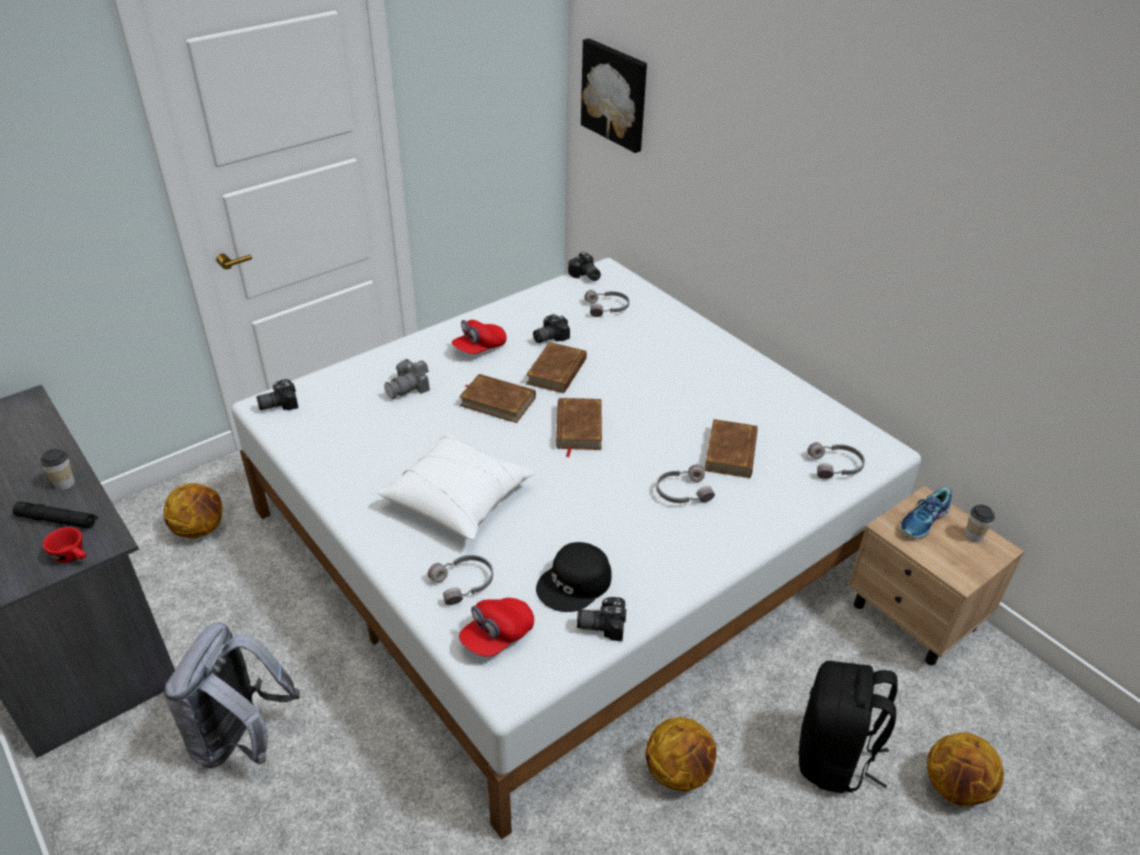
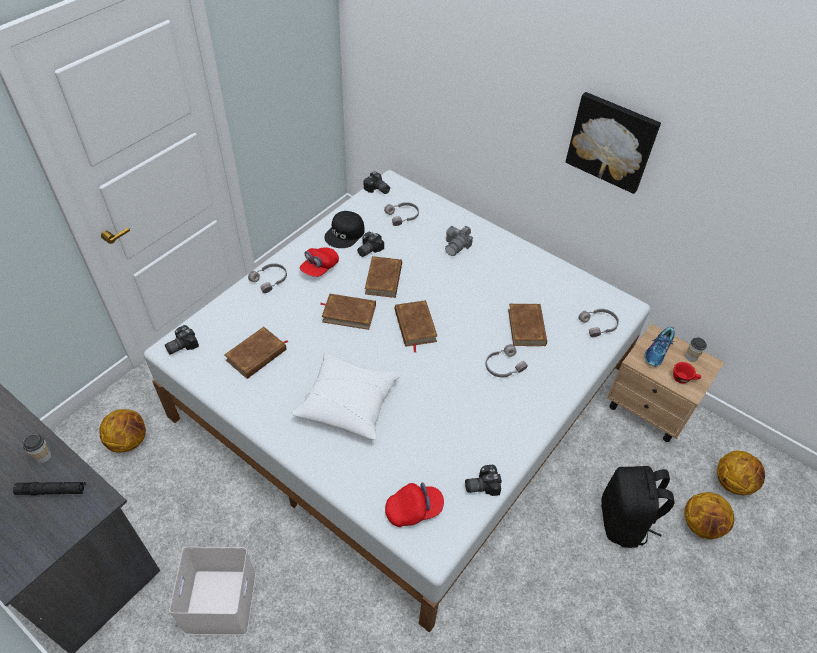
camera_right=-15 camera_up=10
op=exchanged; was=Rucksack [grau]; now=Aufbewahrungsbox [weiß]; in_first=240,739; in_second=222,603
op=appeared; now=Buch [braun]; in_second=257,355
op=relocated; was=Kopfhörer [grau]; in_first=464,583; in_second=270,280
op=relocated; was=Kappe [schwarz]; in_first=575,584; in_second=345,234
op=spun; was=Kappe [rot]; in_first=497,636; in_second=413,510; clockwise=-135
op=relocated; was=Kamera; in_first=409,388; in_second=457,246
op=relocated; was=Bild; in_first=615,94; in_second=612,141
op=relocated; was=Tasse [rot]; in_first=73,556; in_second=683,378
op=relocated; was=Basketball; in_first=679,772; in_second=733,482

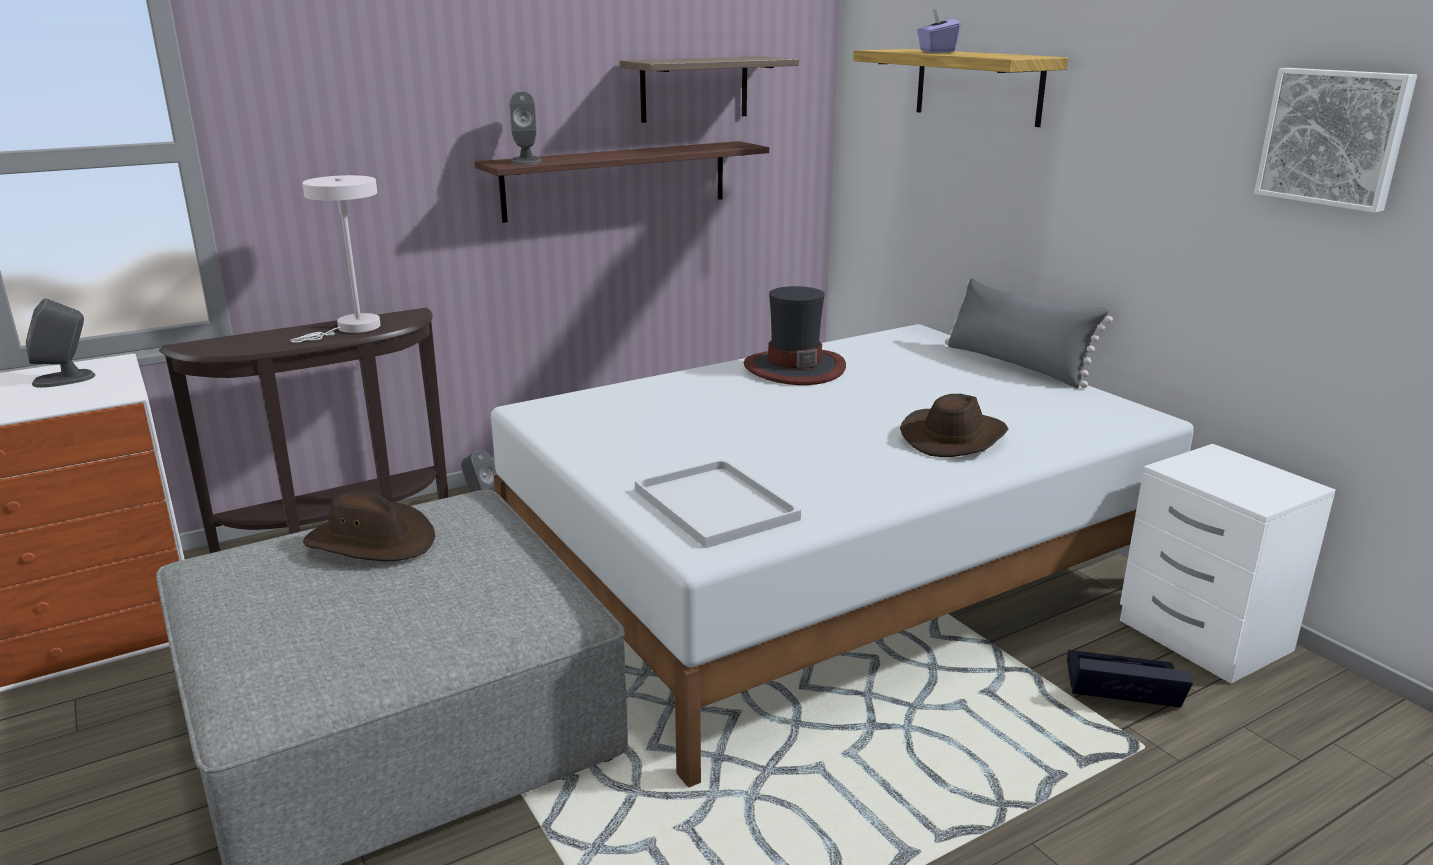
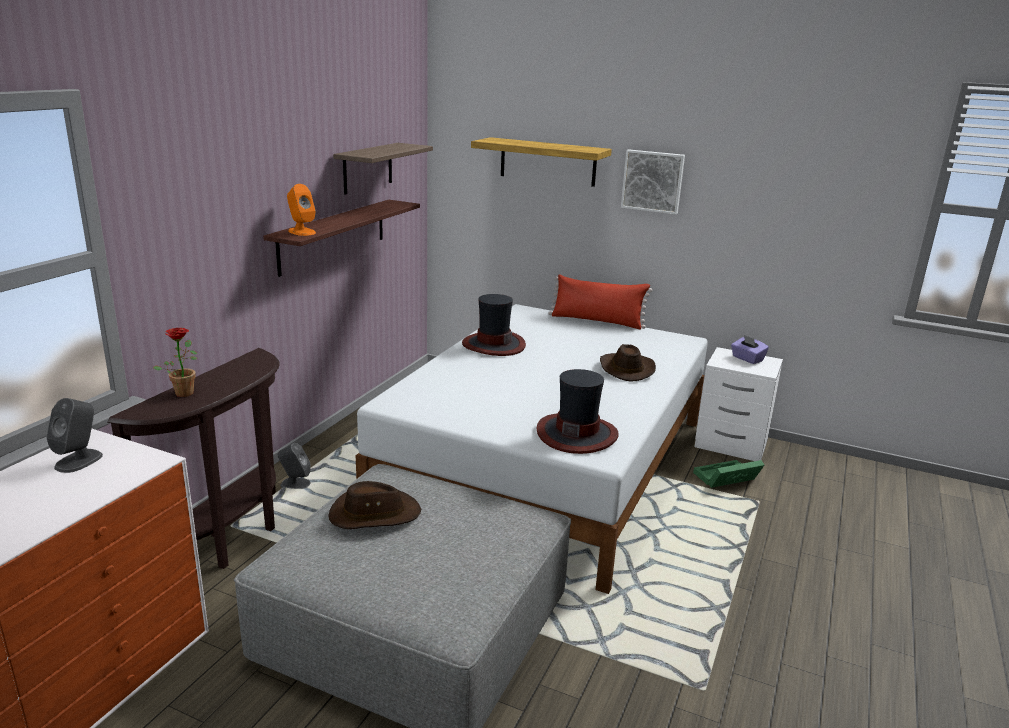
camera_right=-35 camera_up=0
op=appeared; now=Topfpflanze; in_second=184,391
op=colour; was=Lautsprecher [grau]; now=Lautsprecher [orange]; in_first=526,161; in_second=301,232
op=exchanged; was=Tablett [weiß]; now=Hut; in_first=718,506; in_second=577,434
op=colour; was=Kissen [grau]; now=Kissen [rot]; in_first=1016,365; in_second=597,321
op=relocated; was=Bild; in_first=1334,137; in_second=653,181
op=colour; was=Aufbewahrungsbox [schwarz]; now=Aufbewahrungsbox [grün]; in_first=1119,689; in_second=725,479
op=relocated; was=Taschentuchbox [lila]; in_first=936,51; in_second=747,359
op=missing; was=Tischlampe [weiß]; in_first=352,329

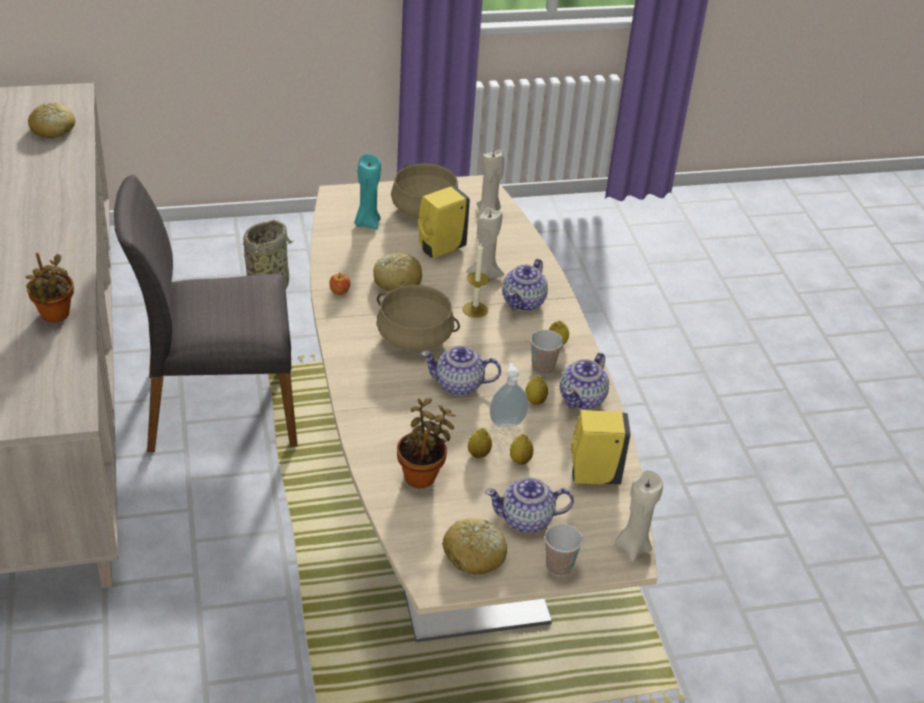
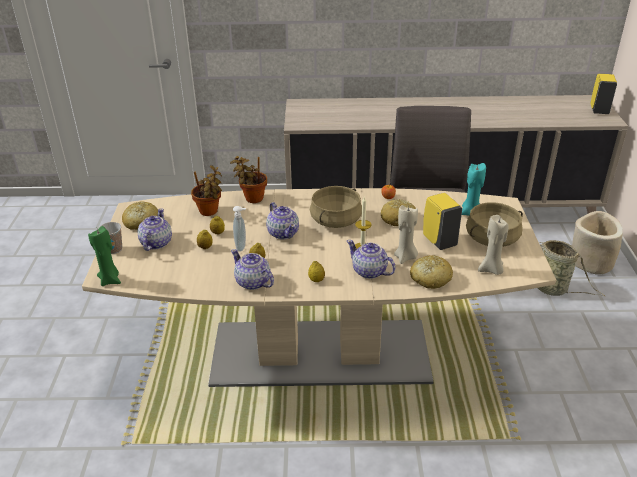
camera_right=105 camera_up=-5
op=colour; was=Kerze [beige]; now=Kerze [grün]; in_first=632,547; in_second=110,280
op=relocated; was=Topfpflanze; in_first=55,316; in_second=252,198
op=spun; was=Teekanne; in_first=459,385; in_second=283,233; clockwise=135
op=relocated; was=Brot; in_first=52,129; in_second=430,278
op=appeared; now=Pflanzkübel [beige]; in_second=591,262
op=relocated; was=Seifenspender [gelb]; in_first=592,475; in_second=599,110
op=missing; was=Tasse; in_first=543,368

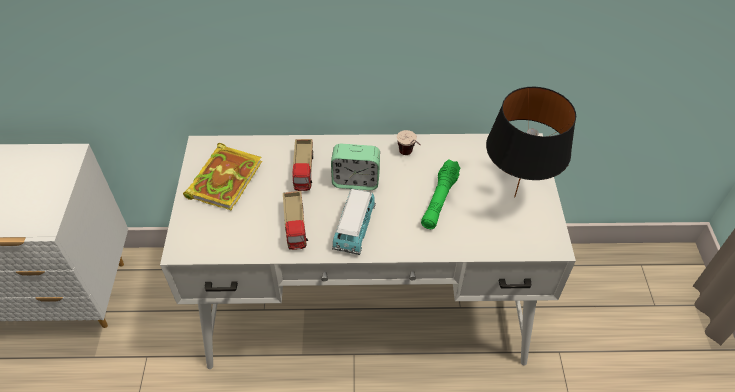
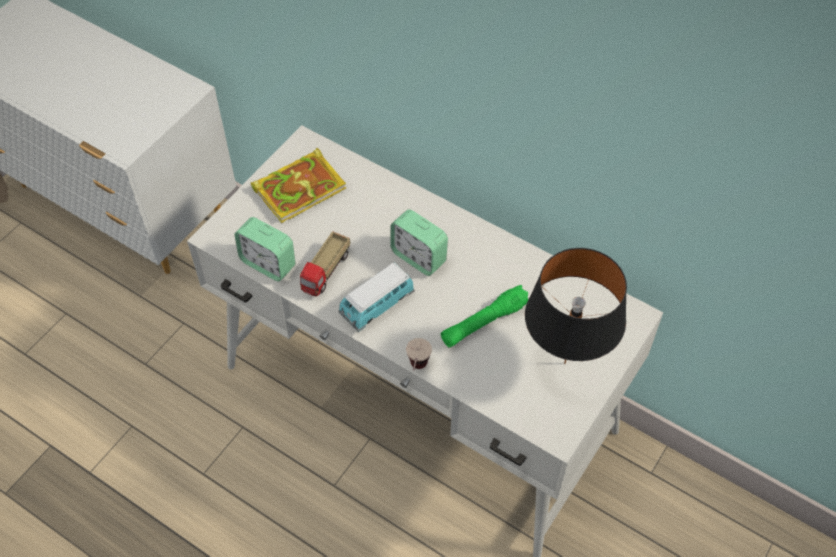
camera_right=35 camera_up=5
op=appeared; now=Wecker; in_second=268,263
op=relocated; was=Tasse; in_first=409,156; in_second=417,371
op=missing; was=Spielzeuglaster; in_first=304,172

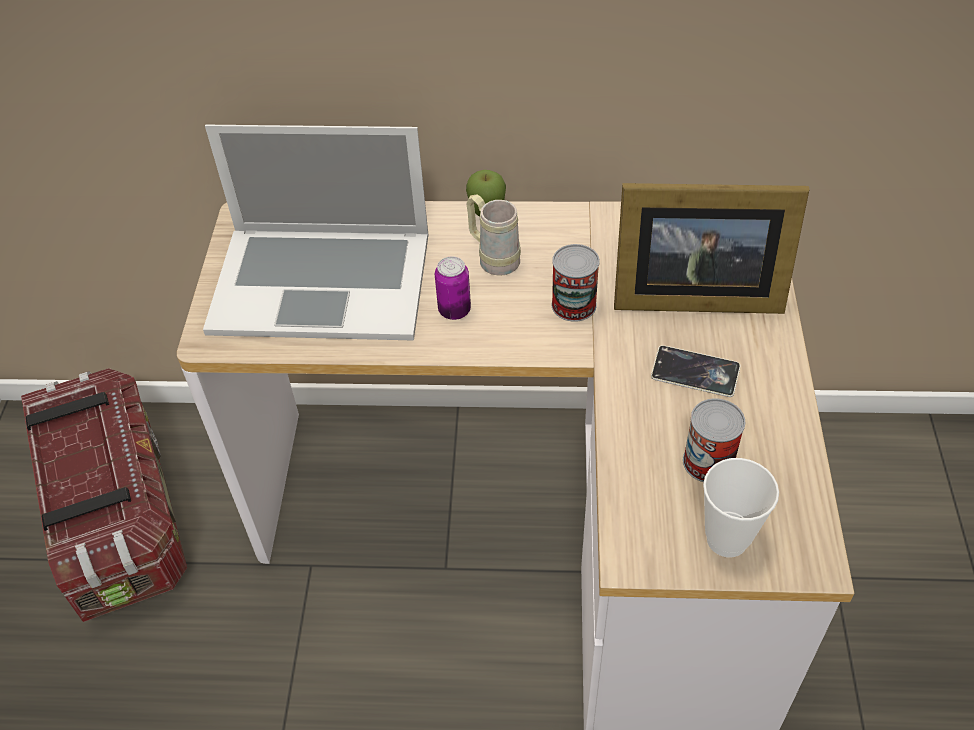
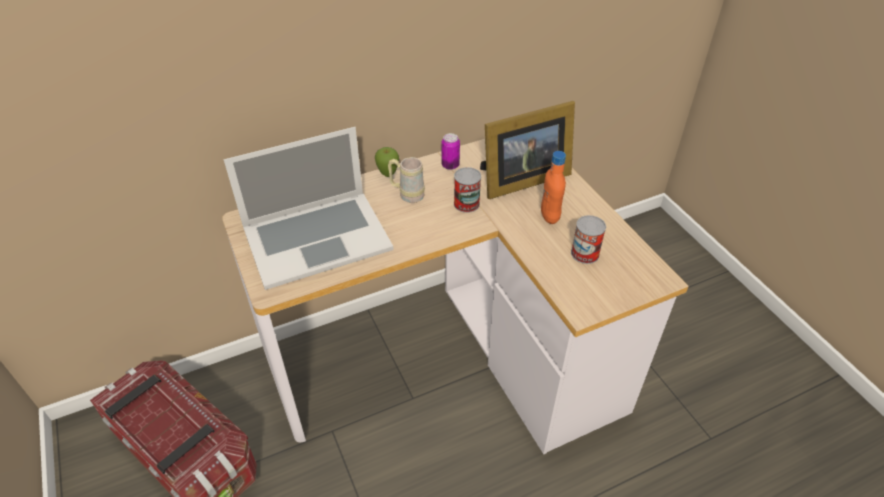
camera_right=-30 camera_up=-5
op=relocated; was=Dose; in_first=454,310; in_second=450,165
op=exchanged; was=Handy; now=Flasche [orange]; in_first=694,375; in_second=549,216
op=missing; was=Tasse; in_first=727,539

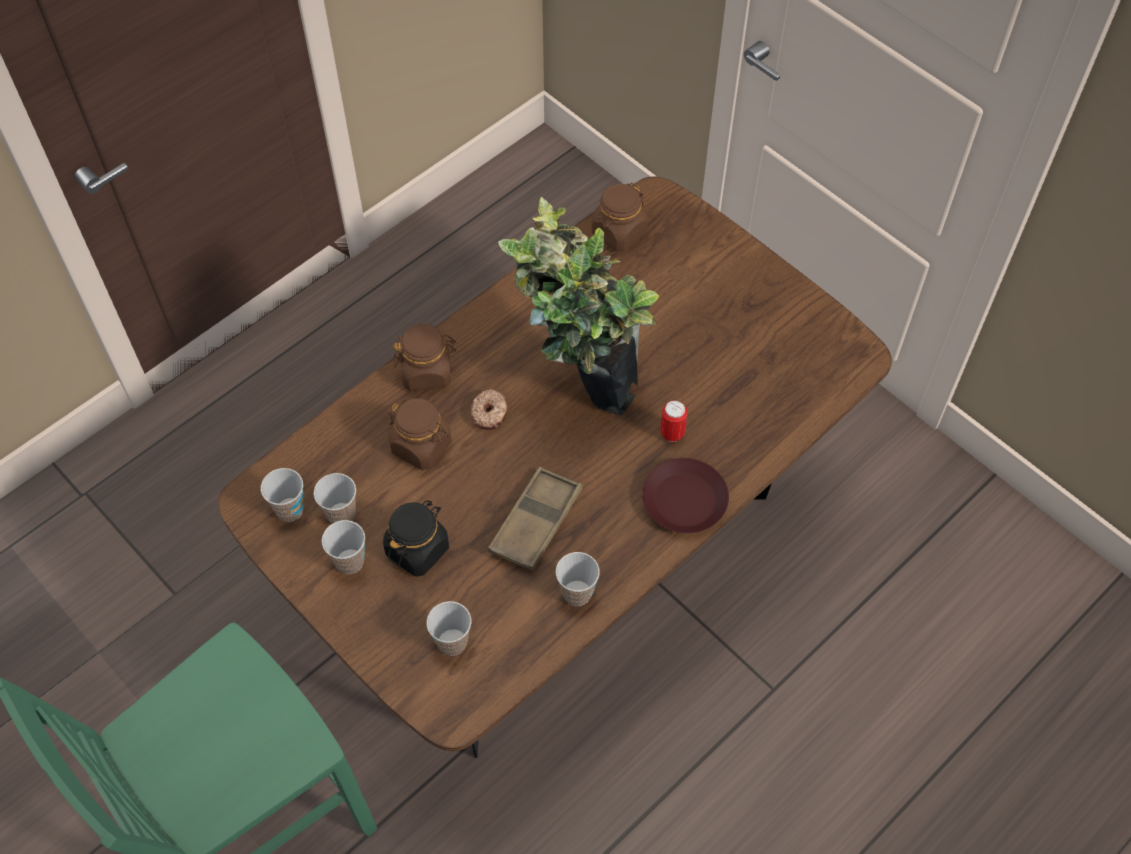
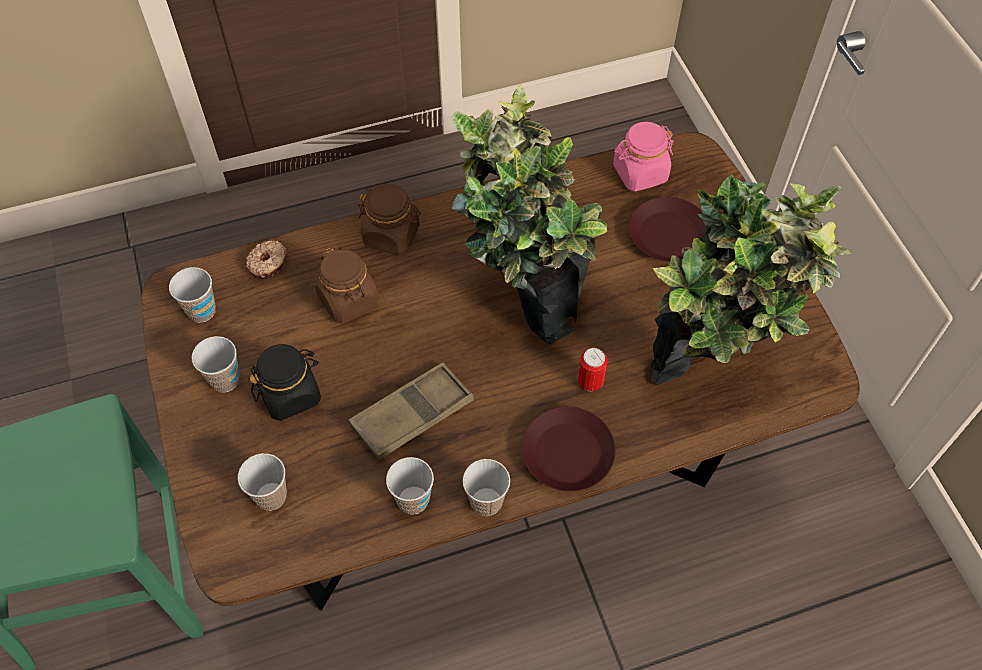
camera_right=25 camera_up=0
op=relocated; was=Donut; in_first=490,413; in_second=268,264
op=relocated; was=Tasse; in_first=341,514; in_second=486,502
op=colour; was=Vorratsglas [braun]; now=Vorratsglas [rosa]; in_first=618,233; in_second=639,173
op=appeared; now=Teller [braun]; in_second=667,235
op=appeared; now=Topfpflanze; in_second=708,368

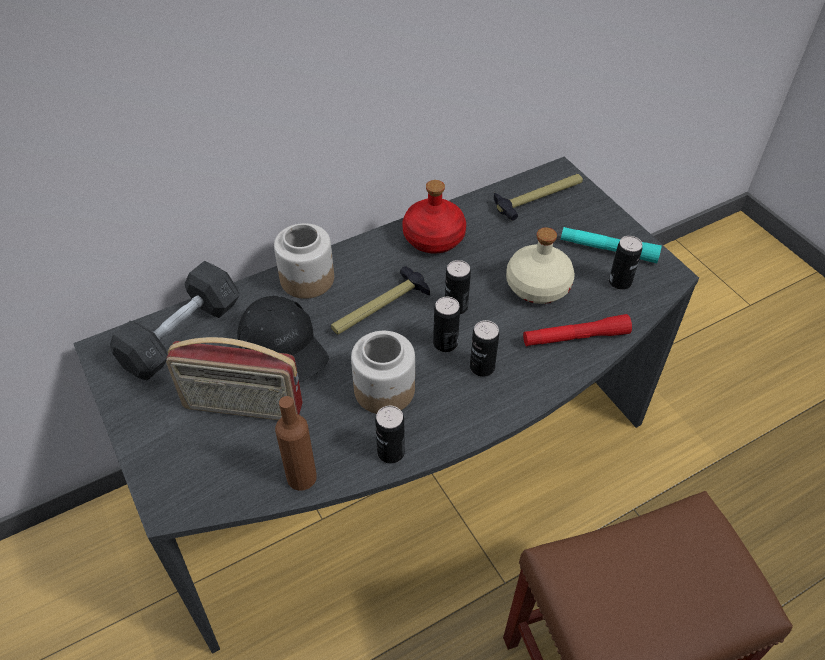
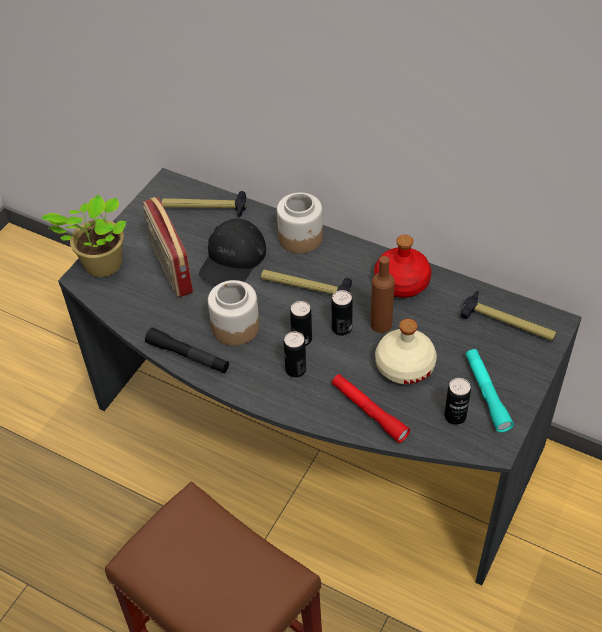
camera_right=60 camera_up=0
op=appeared; now=Topfpflanze; in_second=100,265
op=exchanged; was=Dose; now=Taschenlampe [schwarz]; in_first=391,452; in_second=188,356
op=exchanged; was=Hantel [grau]; now=Hammer; in_first=181,335; in_second=204,208
op=relocated; was=Flasche [braun]; in_first=301,477; in_second=381,324

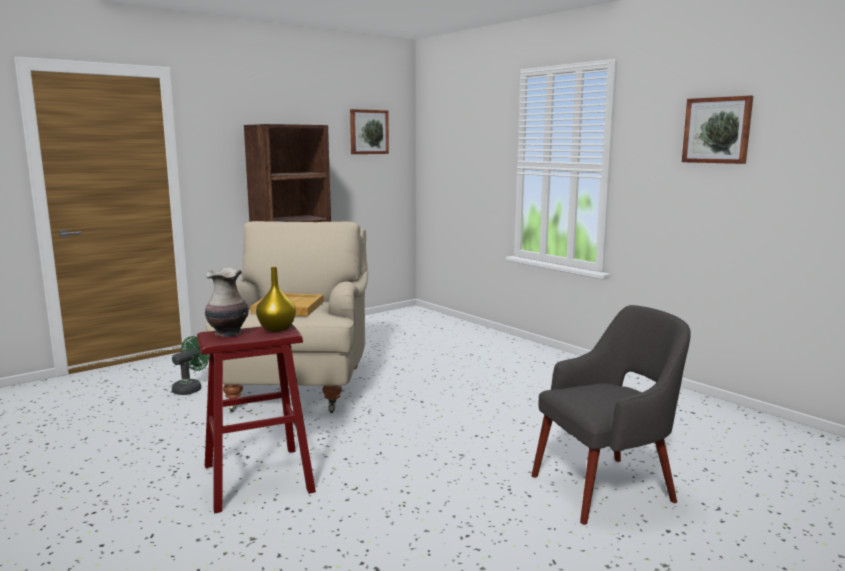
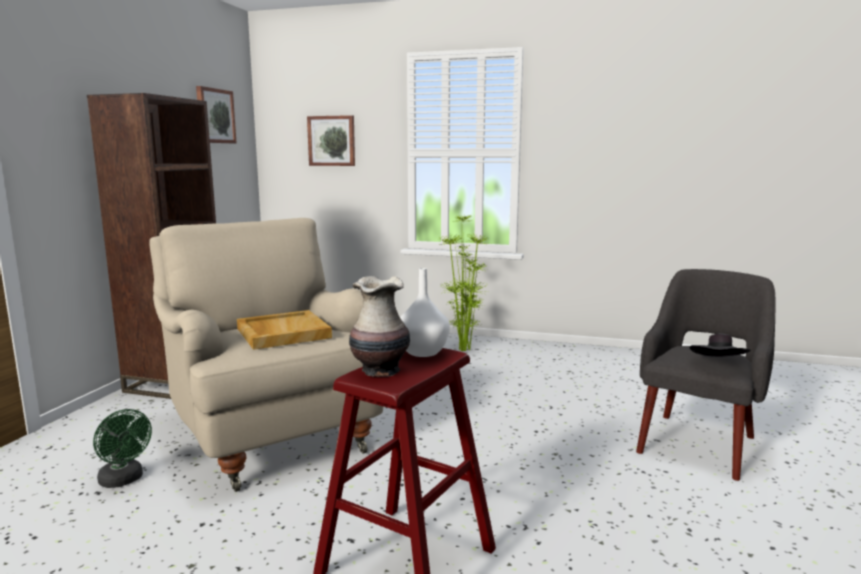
camera_right=-35 camera_up=0
op=spun; was=Ventilator [grün]; in_first=190,388; in_second=124,480; clockwise=135
op=relocated; was=Bild; in_first=717,130; in_second=332,141
op=colour; was=Vase [gelb]; now=Vase [weiß]; in_first=276,329; in_second=422,352
op=appeared; now=Topfpflanze; in_second=463,349
op=appeared; now=Hut [schwarz]; in_second=718,364

